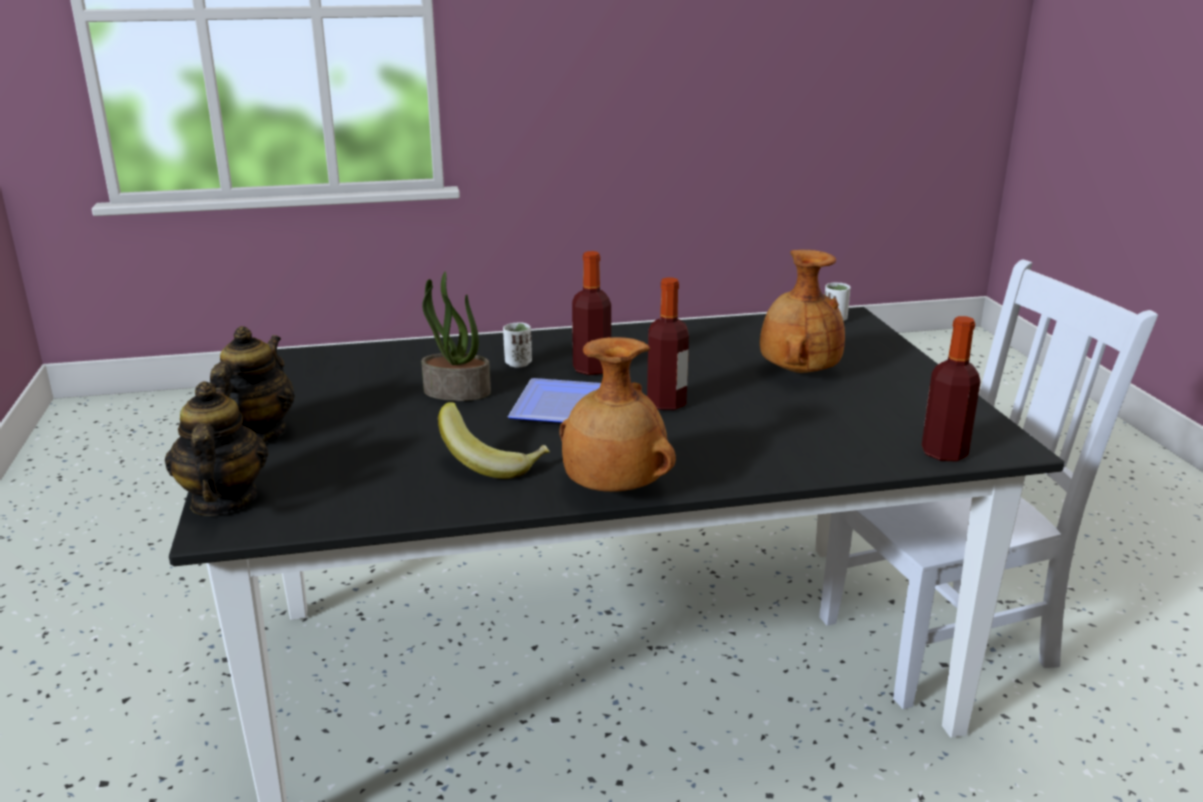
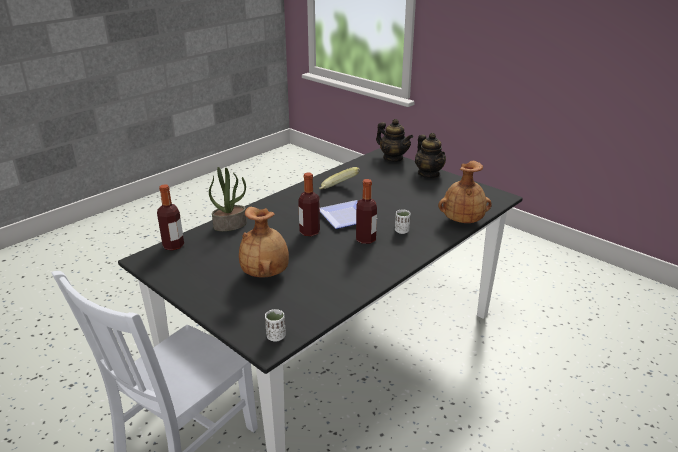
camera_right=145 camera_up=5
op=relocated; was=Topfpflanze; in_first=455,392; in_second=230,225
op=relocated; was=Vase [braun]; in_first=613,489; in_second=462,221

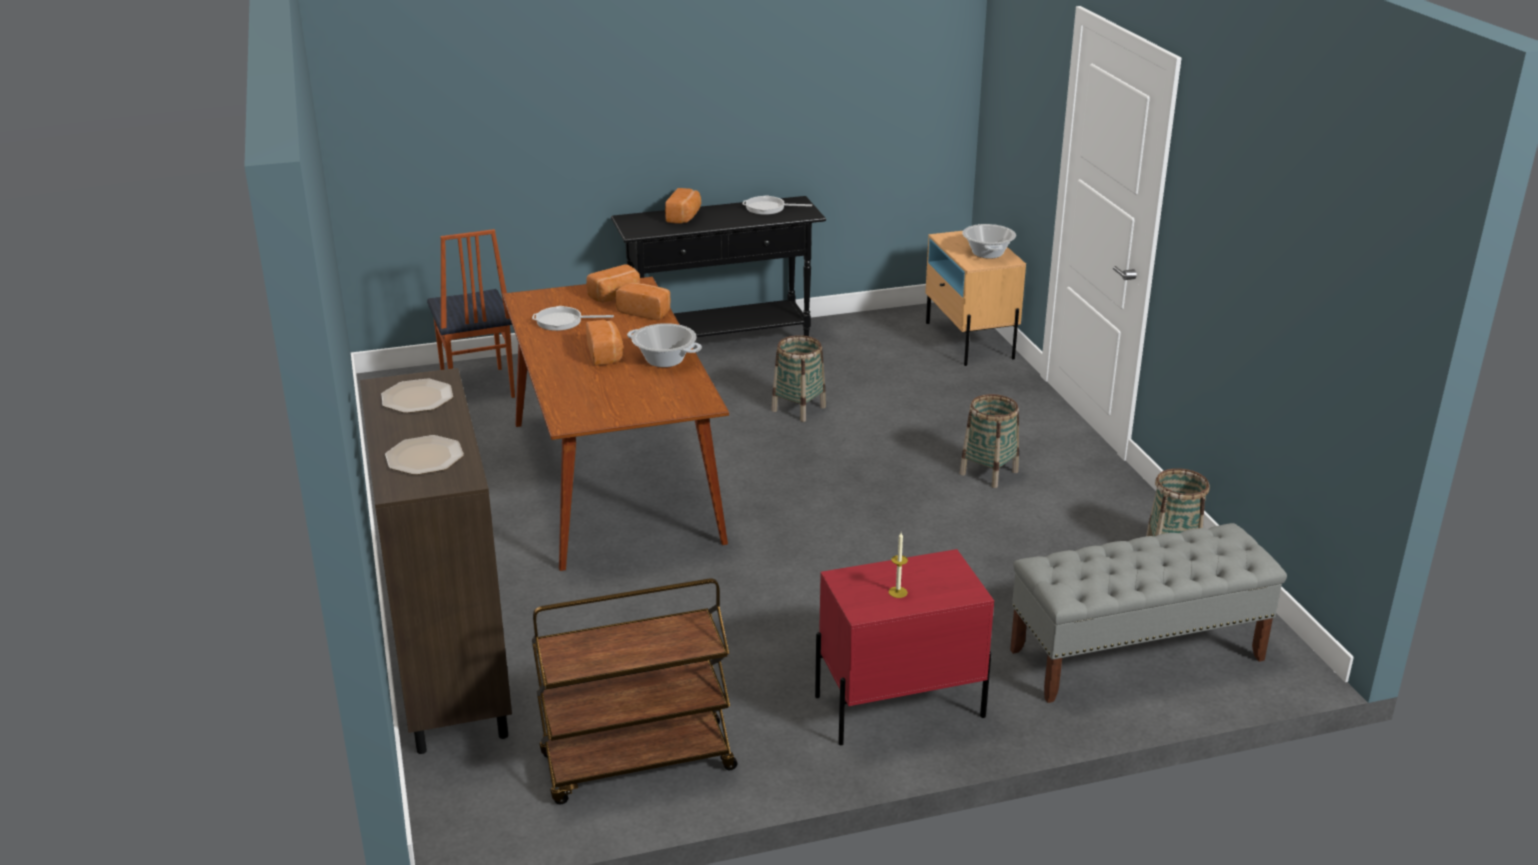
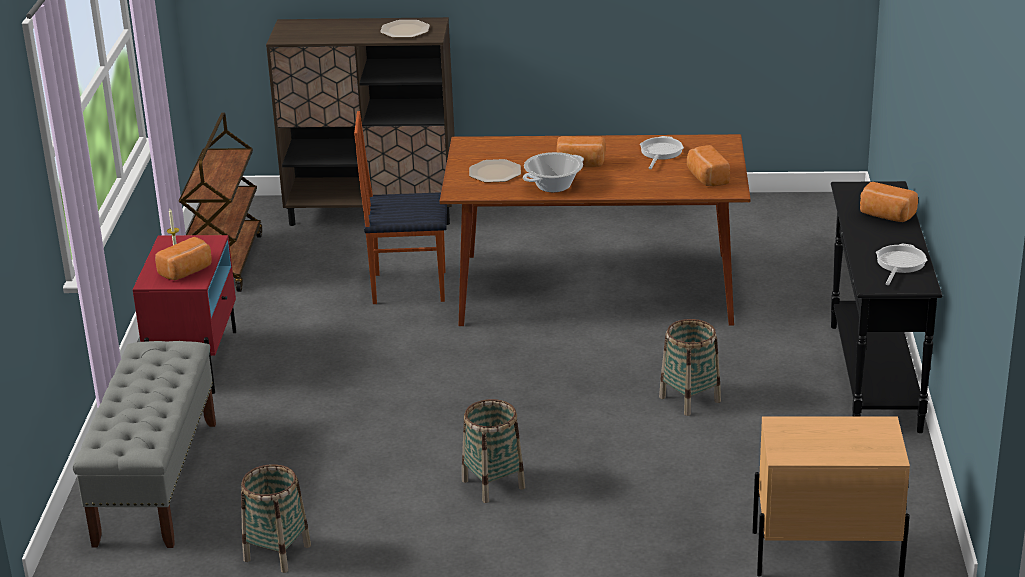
camera_right=110 camera_up=0
op=relocated; was=Brot; in_first=645,312; in_second=187,271
op=relocated; was=Stuhl; in_first=476,388; in_second=408,287
op=relocated; was=Teller; in_first=424,457; in_second=494,172
op=missing; was=Kochtopf; in_first=987,253

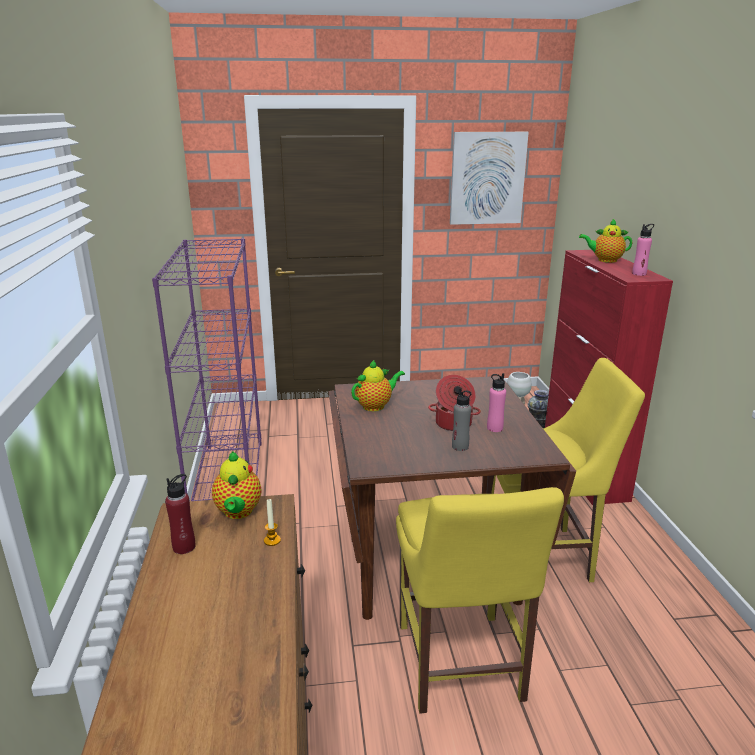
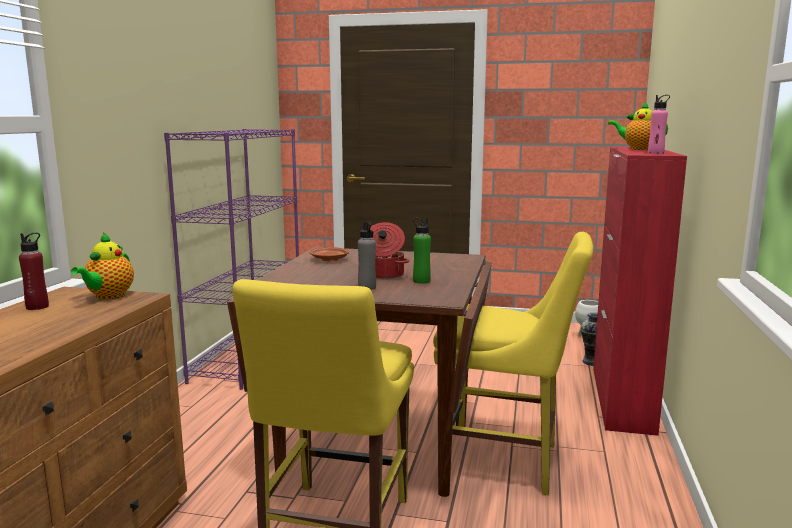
camera_right=20 camera_up=-10
op=exchanged; was=Teekanne; now=Teller [braun]; in_first=375,406; in_second=329,260
op=colour; was=Flasche [rosa]; now=Flasche [grün]; in_first=494,428; in_second=421,281
op=missing; was=Kerze; in_first=272,540
op=missing; was=Bild; in_first=487,178

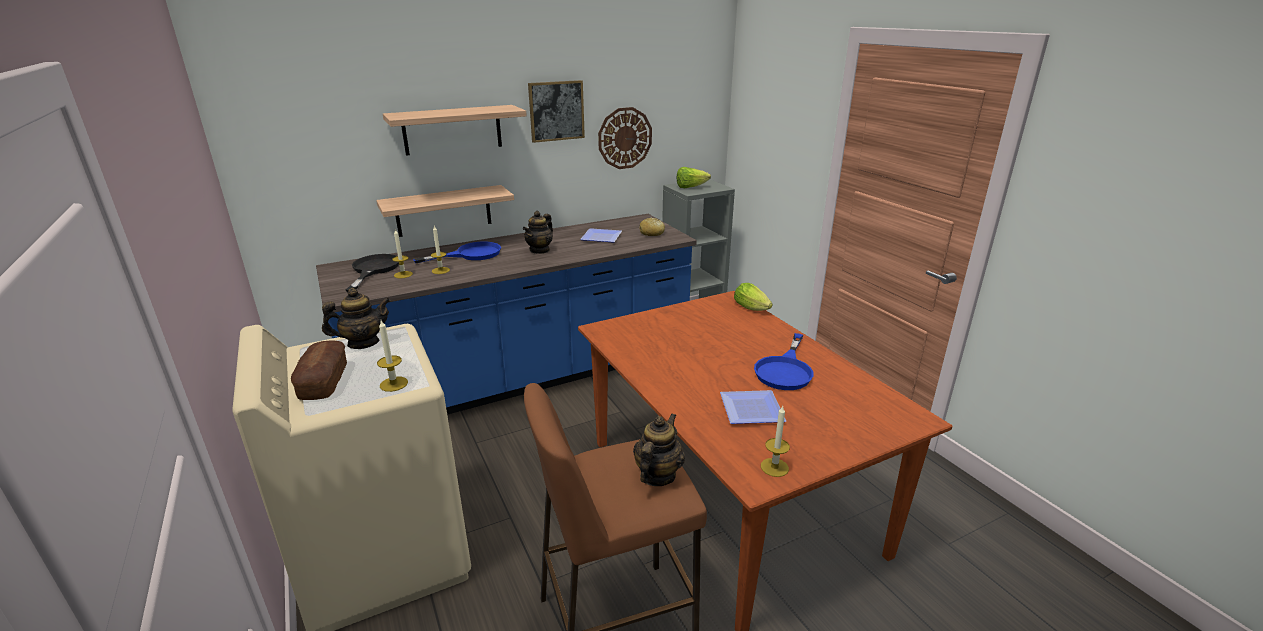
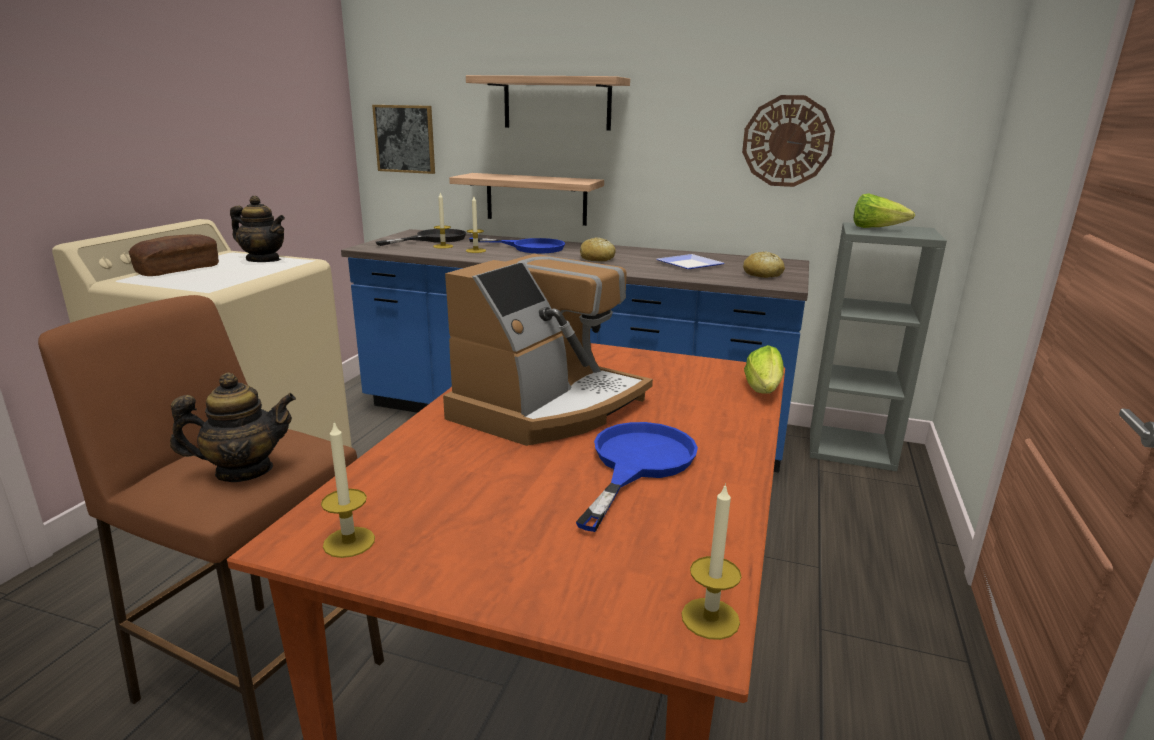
camera_right=45 camera_up=-5
op=relocated; was=Bild; in_first=556,111; in_second=405,139
op=appeared; now=Kaffeemaschine; in_second=548,407
op=spun; was=Pfanne [blau]; in_first=785,370; in_second=637,464; clockwise=135
op=exchanged; was=Teekanne; now=Brot; in_first=540,250; in_second=597,258
op=relocated; was=Kerze; in_first=393,384; in_second=710,618
op=missing; was=Teller; in_first=749,408

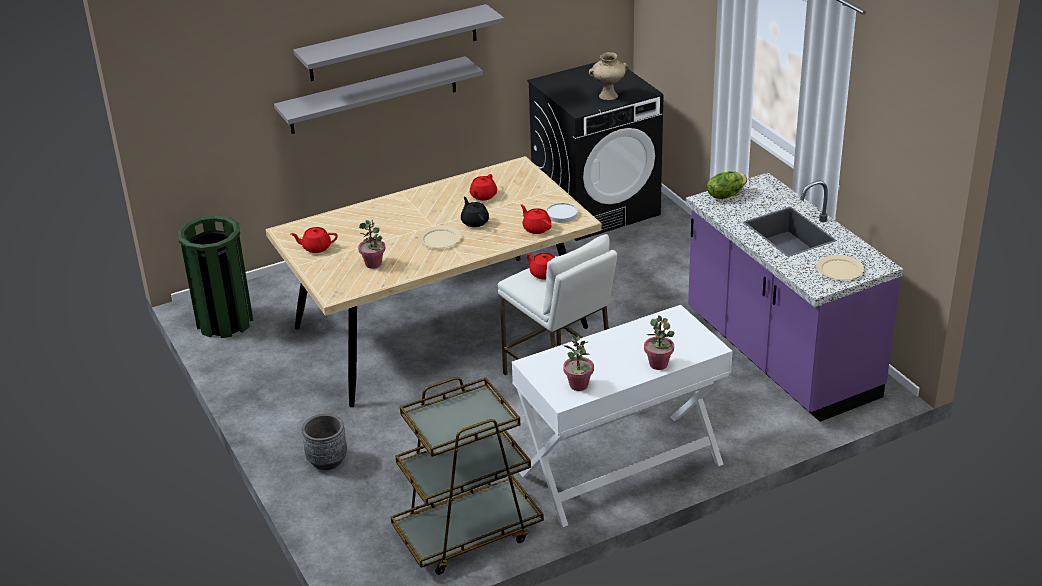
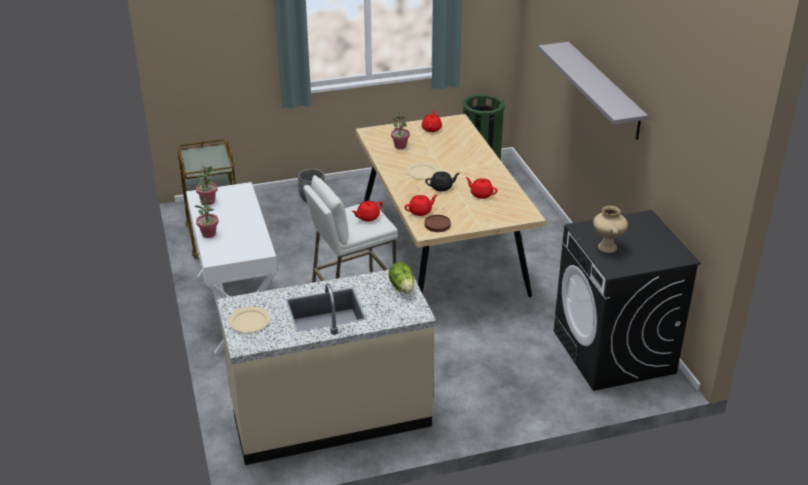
camera_right=100 camera_up=0
op=colour; was=Küchenzeile [lila]; now=Küchenzeile [beige]; in_first=779,357; in_second=330,415
op=colour; was=Teller [weiß]; now=Teller [braun]; in_first=562,214; in_second=437,225
op=missing; was=Wandregal [grau]; in_first=373,95

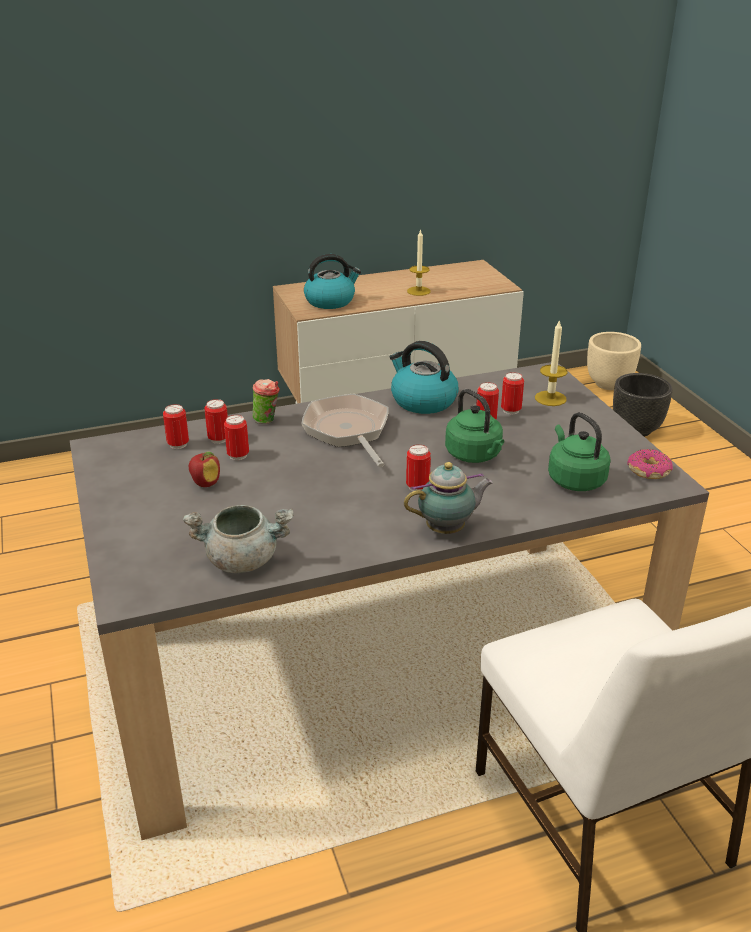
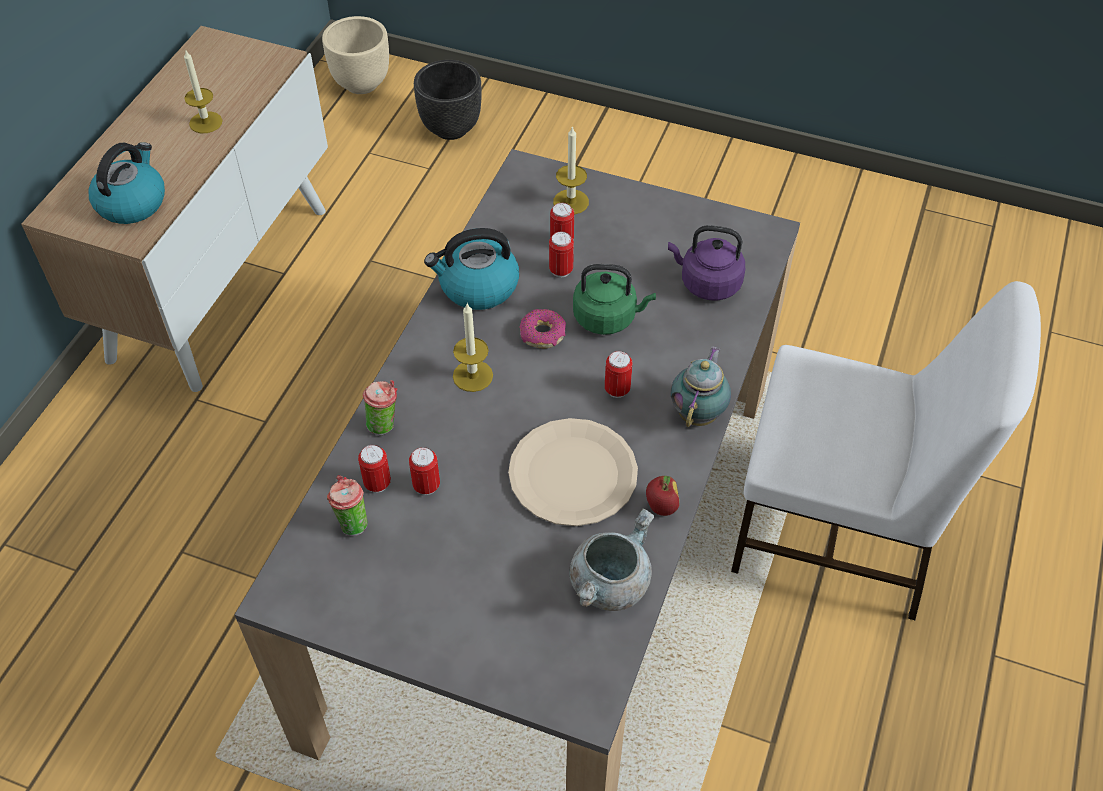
camera_right=-50 camera_up=20
op=exchanged; was=Dose; now=Tasse; in_first=178,444; in_second=351,522
op=exchanged; was=Pfanne; now=Kerze; in_first=348,431; in_second=472,376
op=appeared; now=Teller [beige]; in_second=573,474
op=relocated; was=Donut; in_first=649,471; in_second=543,334
op=relocated; was=Apfel; in_first=206,483; in_second=661,507
op=colour; was=Wasserkessel [grün]; now=Wasserkessel [lila]; in_first=574,479; in_second=707,283

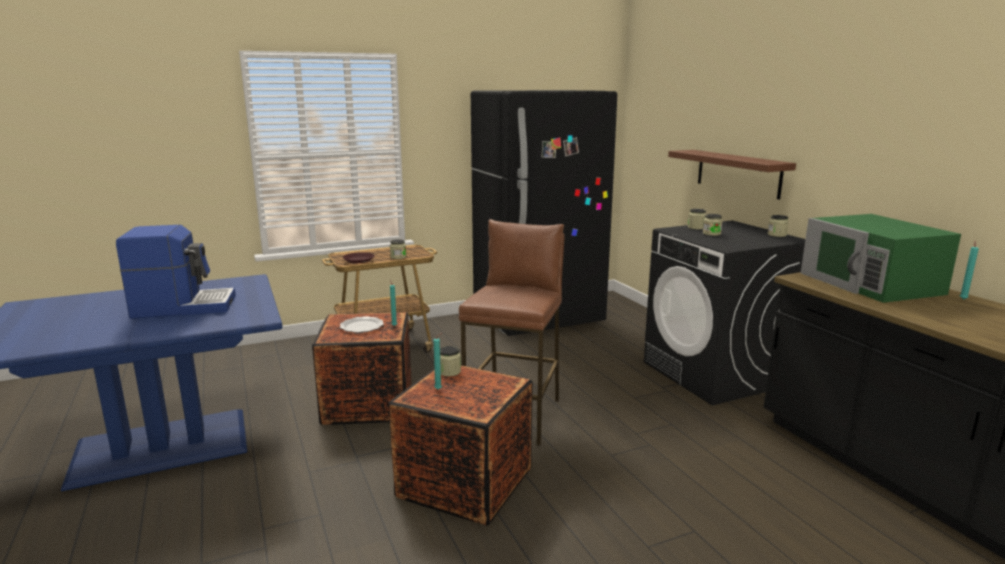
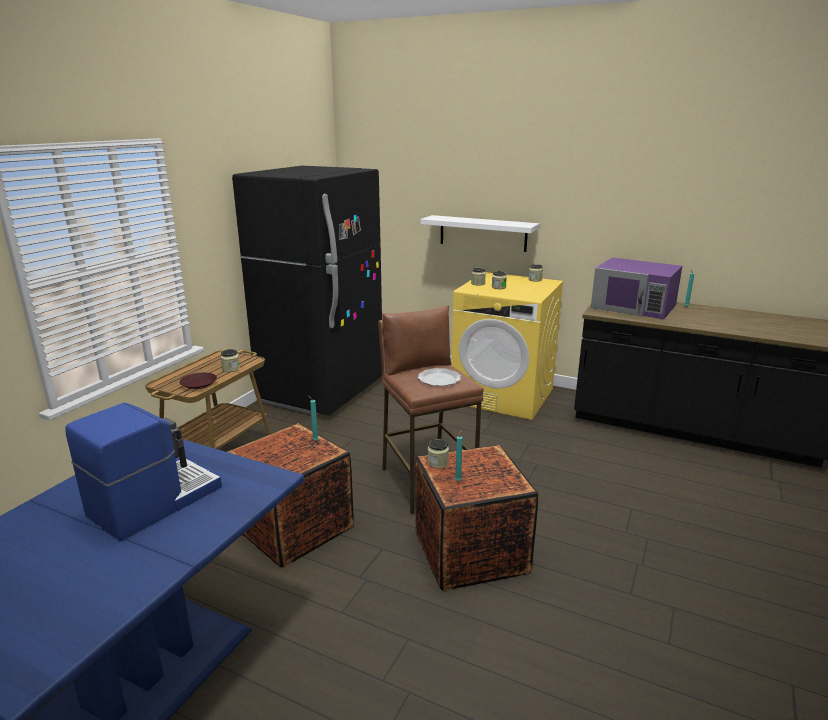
camera_right=-40 camera_up=5
op=relocated; was=Teller; in_first=361,326; in_second=438,379
op=colour; was=Wandregal [braun]; now=Wandregal [weiß]; in_first=738,173; in_second=483,233
op=colour; was=Waschmaschine [schwarz]; now=Waschmaschine [gelb]; in_first=715,374; in_second=503,395
op=colour; was=Mikrowelle [grün]; now=Mikrowelle [lila]; in_first=871,283; in_second=634,306

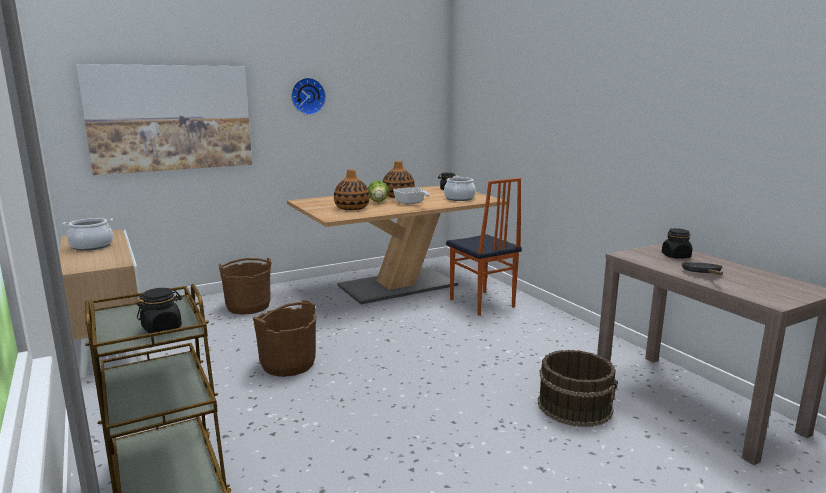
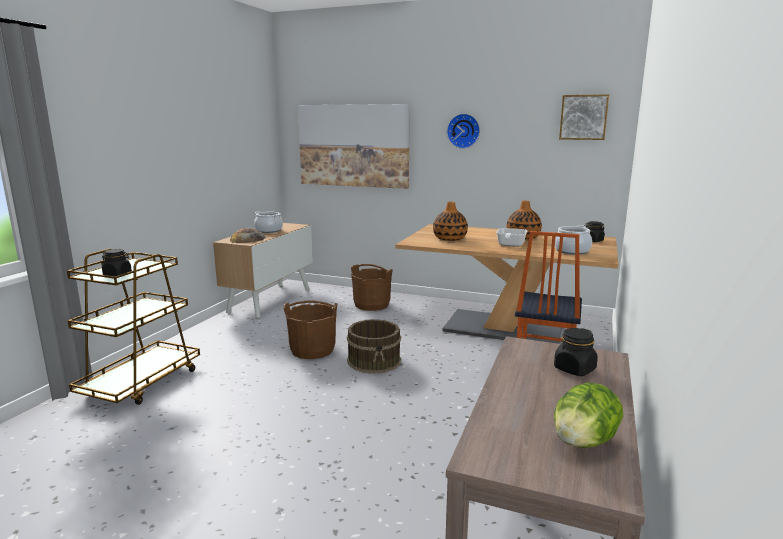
camera_right=50 camera_up=0
op=appeared; now=Brot; in_second=248,239
op=relocated; was=Eimer [braun]; in_first=575,406; in_second=374,360
op=relocated; was=Salatkopf; in_first=378,201; in_second=583,441
op=appeared; now=Bild; in_second=583,117
op=missing; was=Pfanne [schwarz]; in_first=702,274

